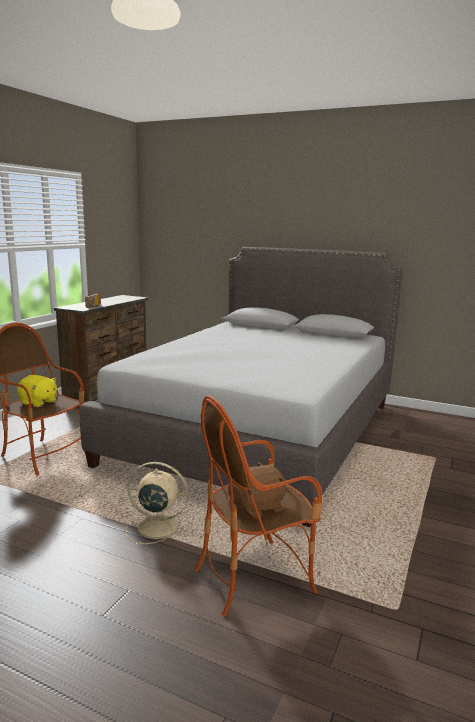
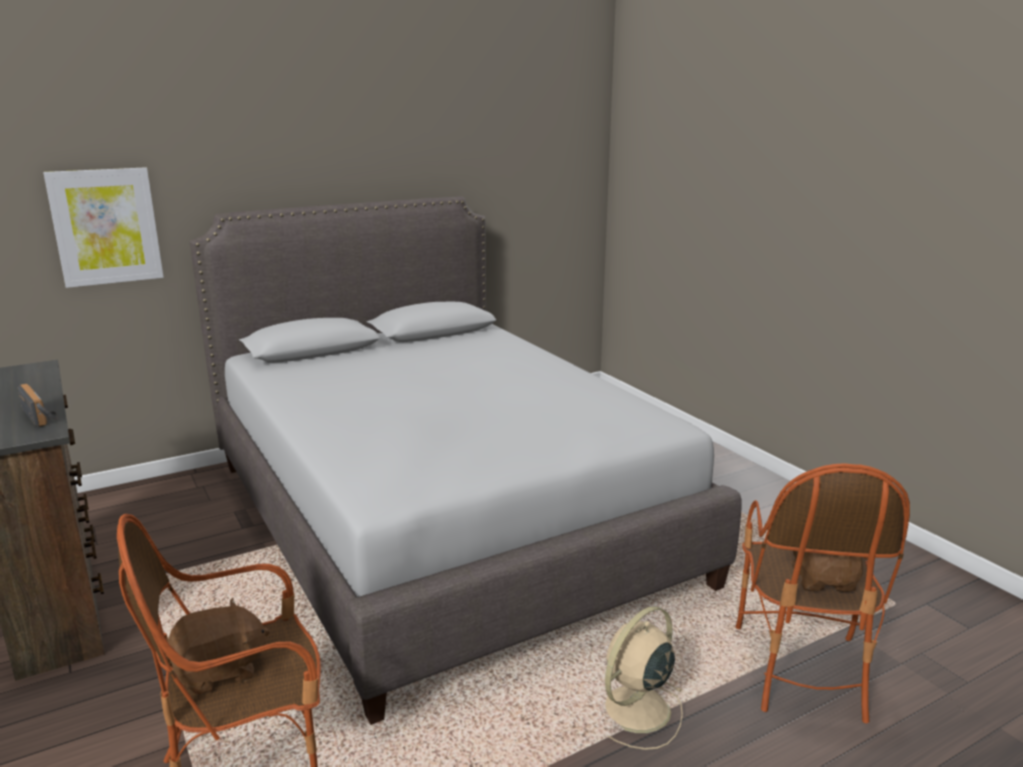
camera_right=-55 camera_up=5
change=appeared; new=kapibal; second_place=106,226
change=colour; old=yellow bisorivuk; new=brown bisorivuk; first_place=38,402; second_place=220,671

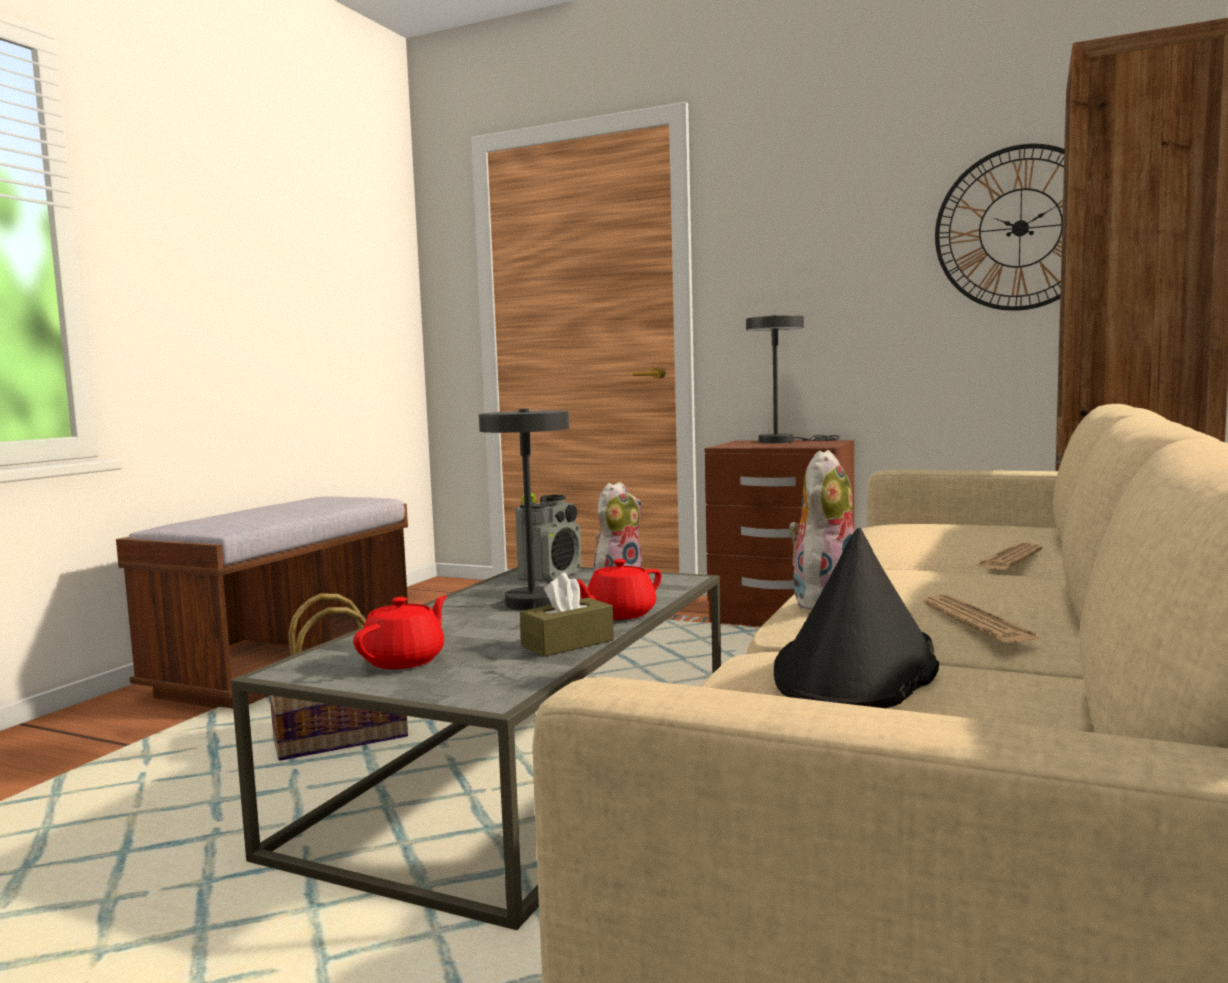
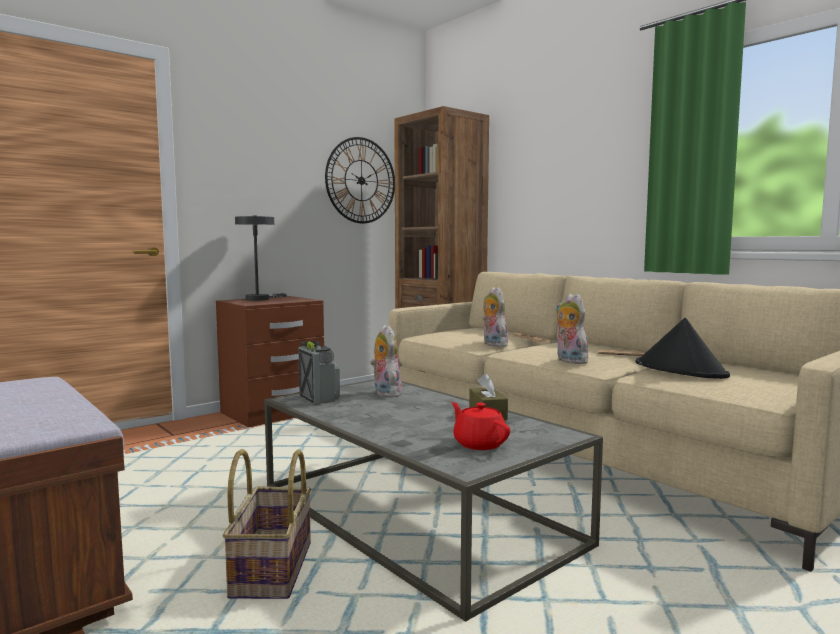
camera_right=-65 camera_up=0
change=missing; old=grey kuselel; first_place=534,606
change=missing; old=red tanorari; first_place=619,614
change=appeared; new=bisorivuk; second_place=493,344

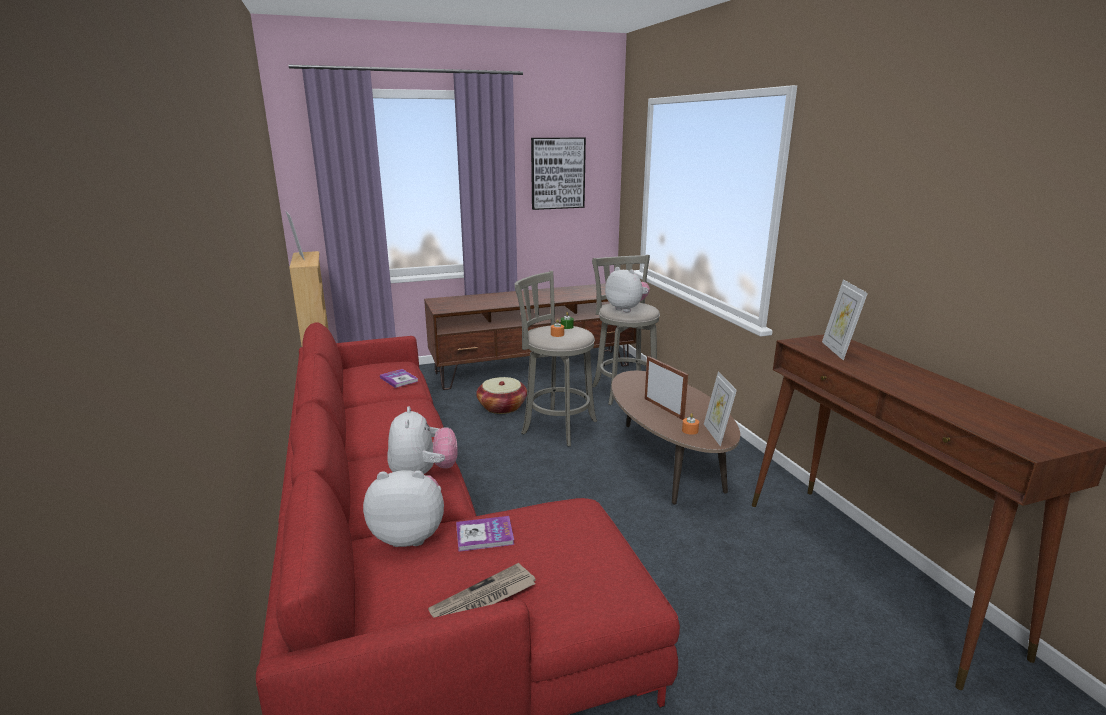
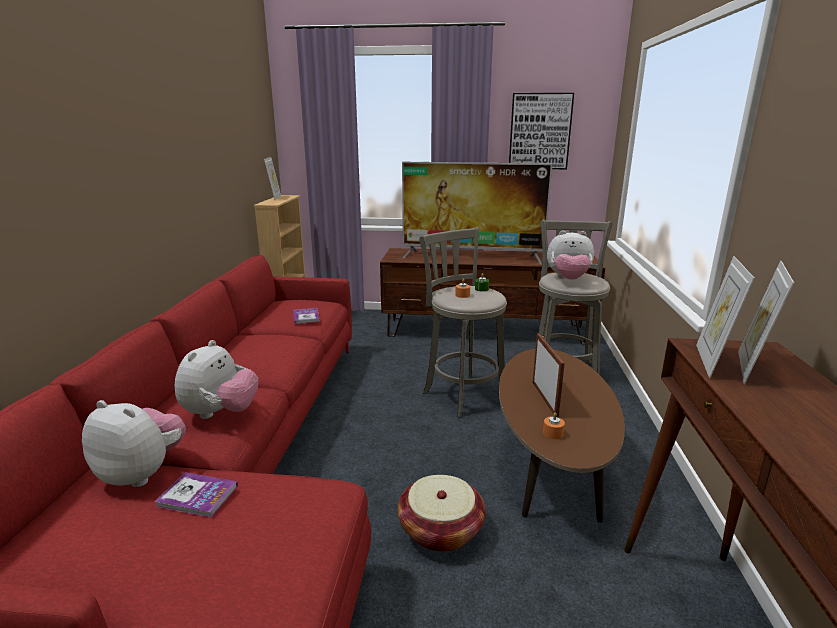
camera_right=25 camera_up=0
change=missing; old=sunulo; first_place=483,599
change=appeared; new=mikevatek; second_place=472,256
change=relocated; old=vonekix; first_place=502,407; second_place=441,530
change=relocated; old=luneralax; first_place=716,434; second_place=711,361
change=spun; old=bisorivuk; first_place=626,309; second_place=568,280; degrees=120

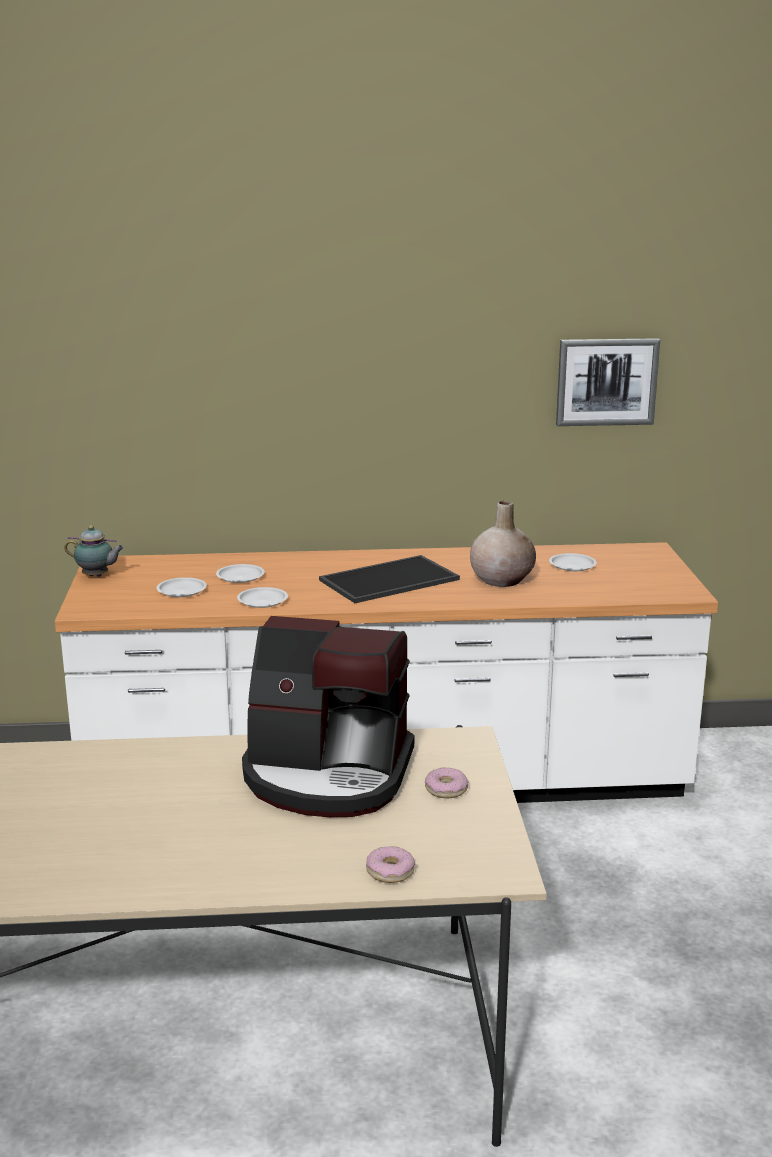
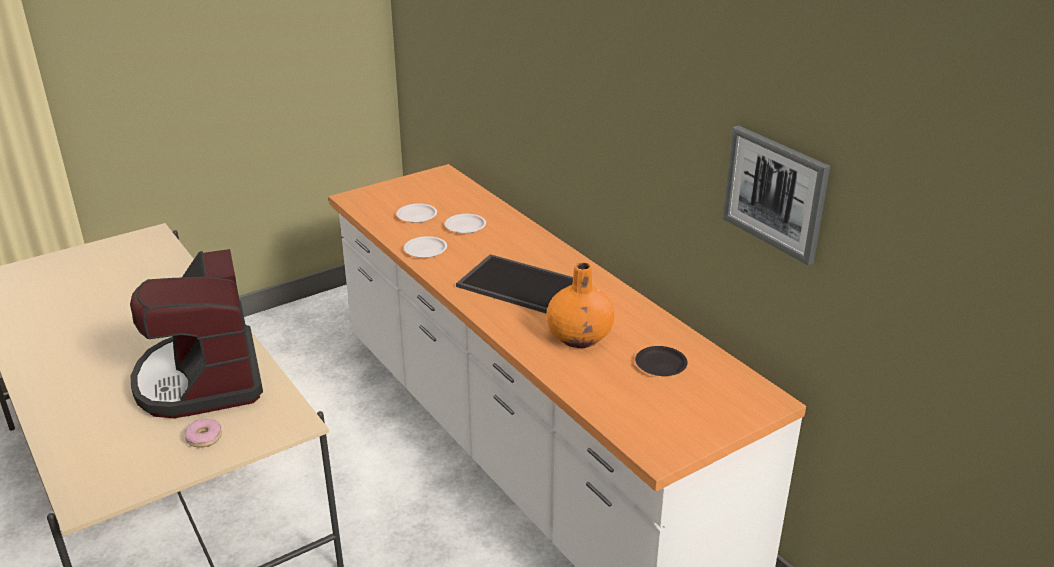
camera_right=60 camera_up=10
change=missing; old=tanorari; first_place=97,576
change=missing; old=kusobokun; first_place=390,871
change=colour; old=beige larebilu; new=orange larebilu; first_place=502,580; second_place=580,337
change=colour; old=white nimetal; new=black nimetal; first_place=572,565; second_place=661,364

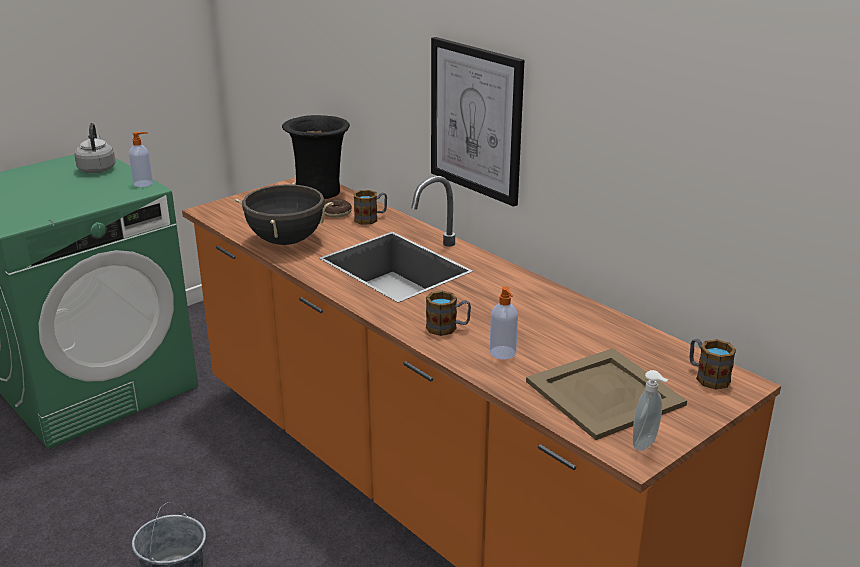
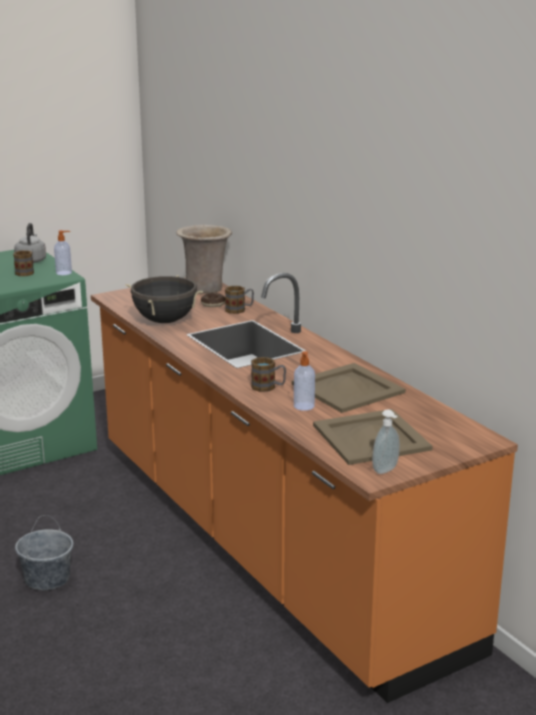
camera_right=10 camera_up=-5
change=missing; old=kapibal; first_place=476,120
change=appeared; new=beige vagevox; second_place=348,388
change=relocated; old=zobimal; first_place=707,376; second_place=23,272
change=colour; old=black larebilu; new=beige larebilu; first_place=319,191; second_place=205,288

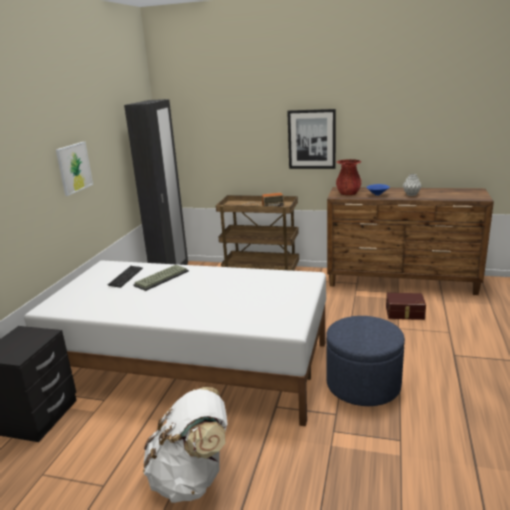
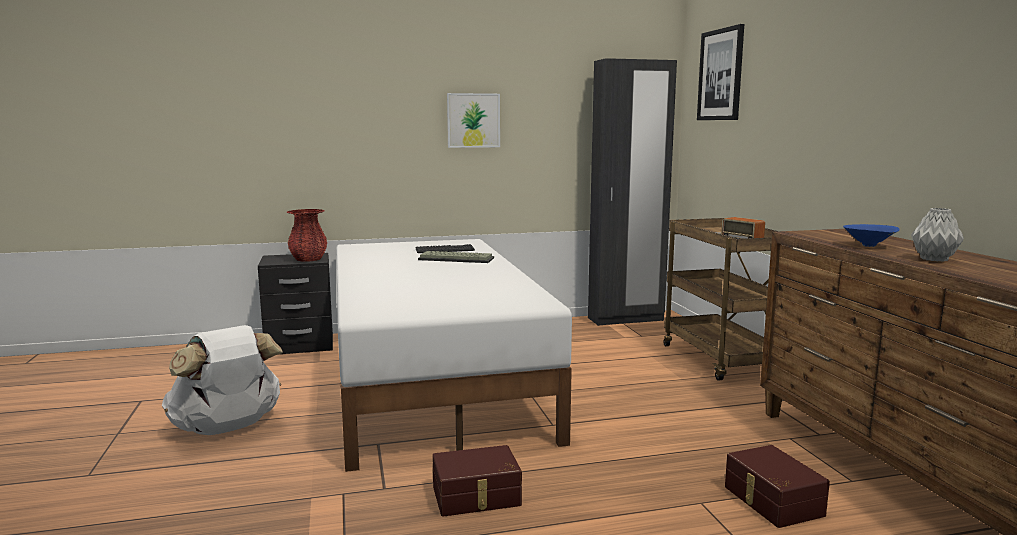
camera_right=60 camera_up=-10
change=relocated; old=kapibal; first_place=311,139; second_place=721,75
change=relocated; old=red larebilu; first_place=348,193; second_place=308,259
change=exchanged; old=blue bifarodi; new=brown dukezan; first_place=363,384; second_place=477,497

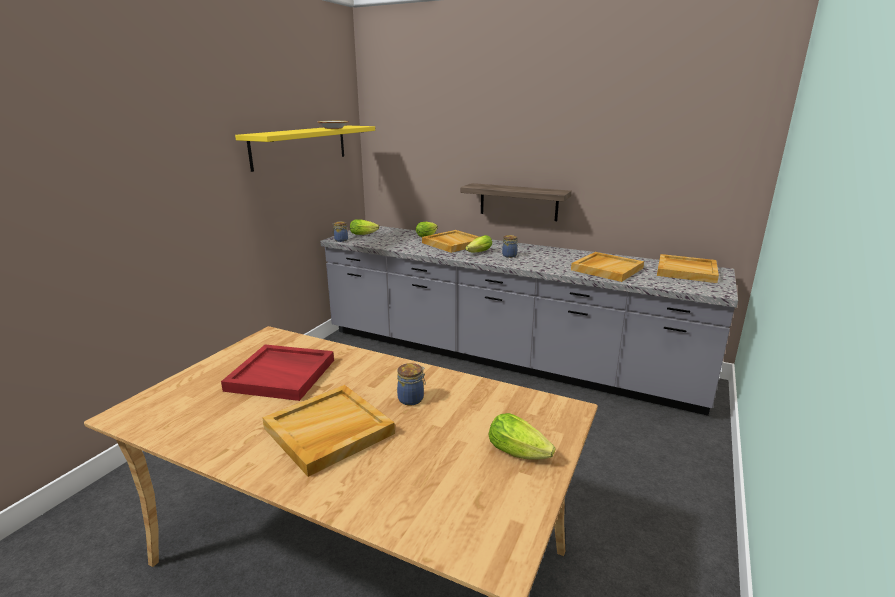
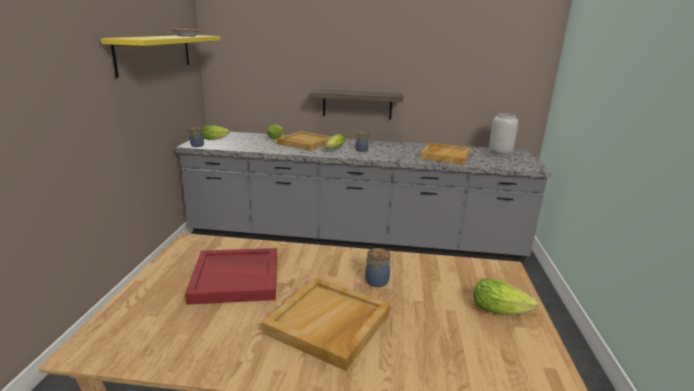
camera_right=-20 camera_up=0
change=exchanged; old=beige vagevox; new=grey larebilu; first_place=687,271; second_place=500,153

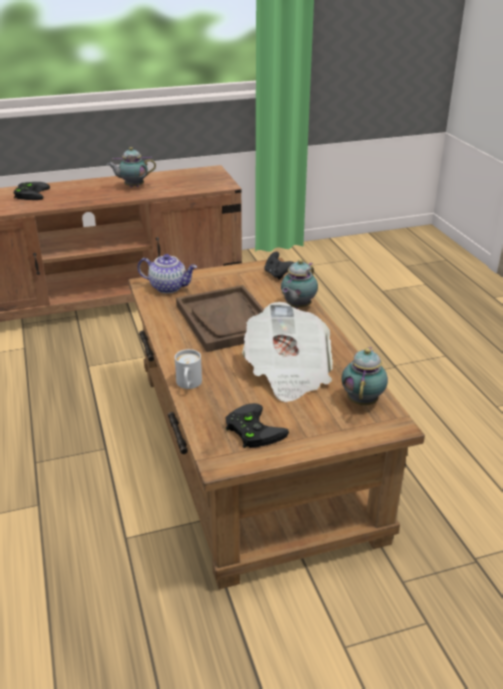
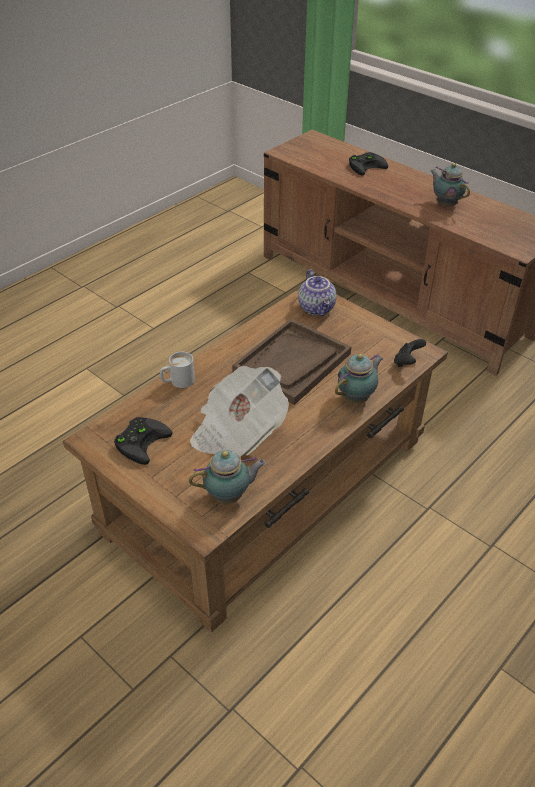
camera_right=60 camera_up=10
change=spun; old=tanorari; first_place=297,307; second_place=357,397; degrees=135

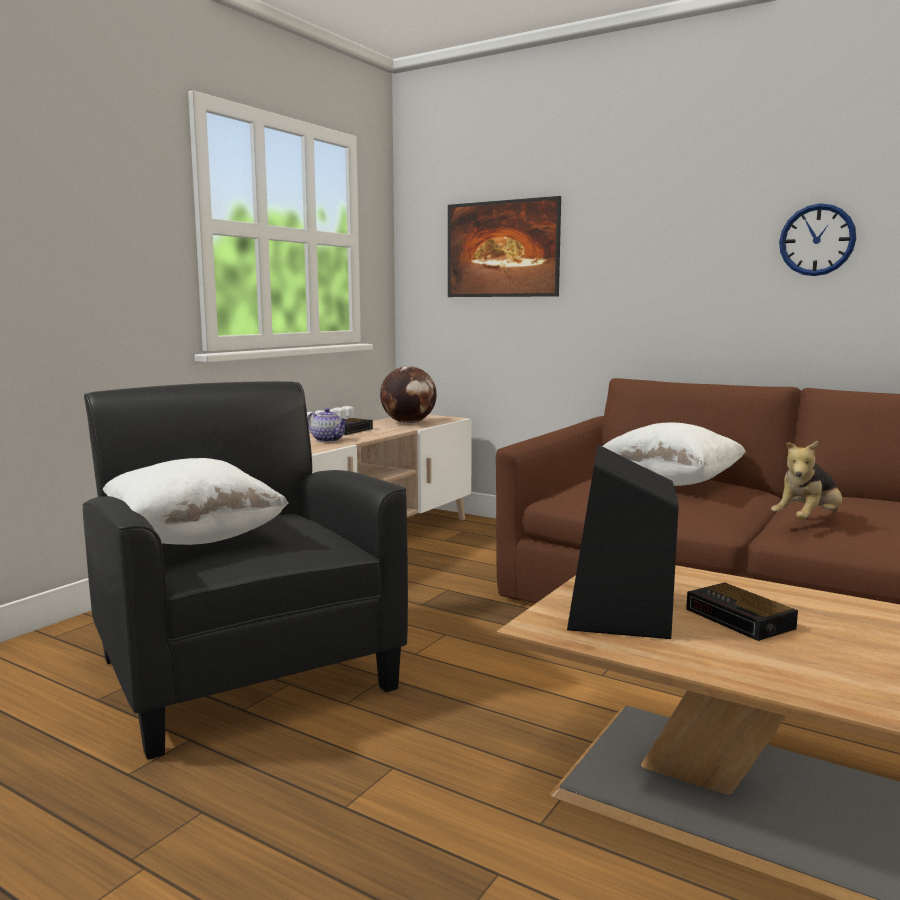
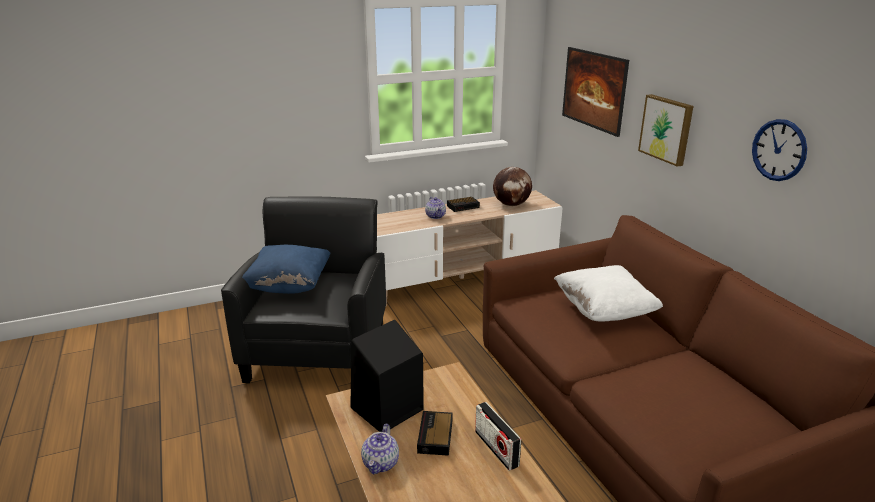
camera_right=35 camera_up=15
change=missing; old=bisorivuk; first_place=808,521
change=appeared; new=tanorari; second_place=381,463
change=appeared; new=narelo; second_place=496,448
change=appeared; new=kapibal; second_place=667,129
change=colour; old=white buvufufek; new=blue buvufufek; first_place=194,539; second_place=289,286

